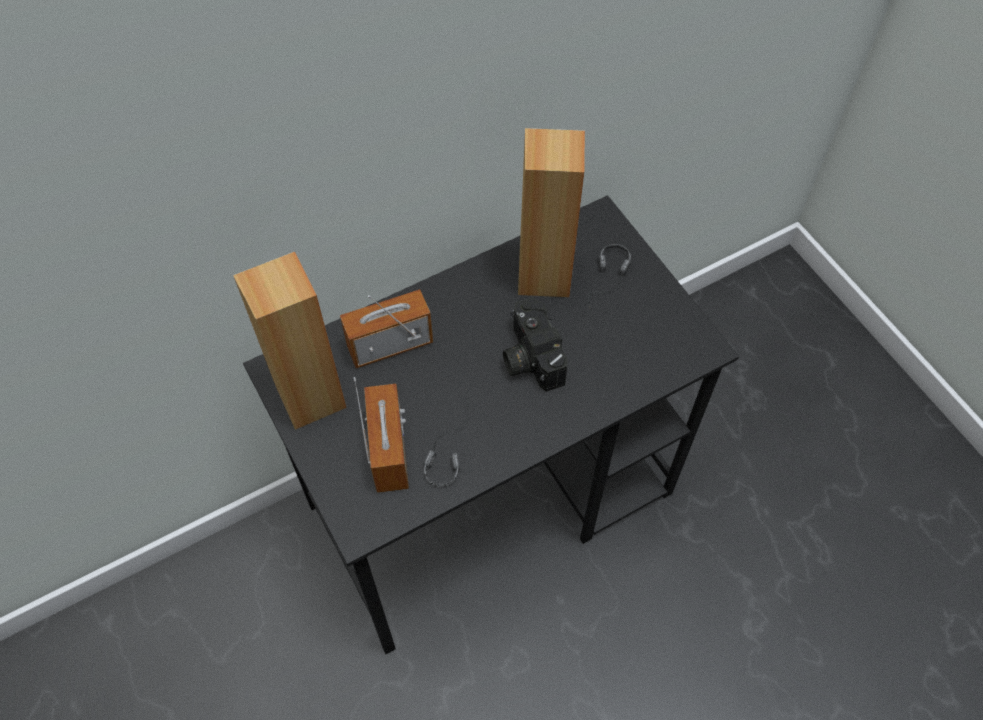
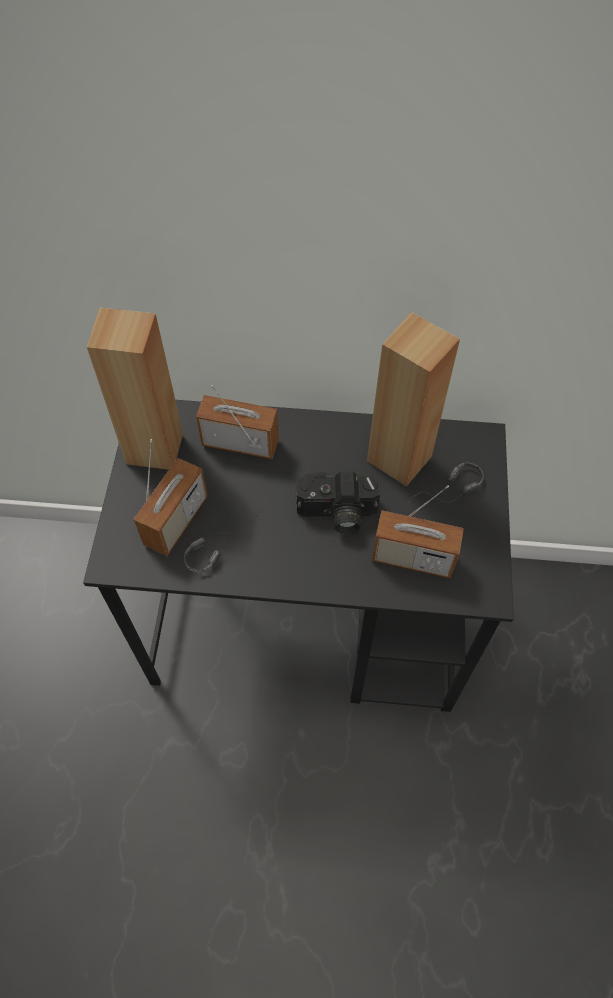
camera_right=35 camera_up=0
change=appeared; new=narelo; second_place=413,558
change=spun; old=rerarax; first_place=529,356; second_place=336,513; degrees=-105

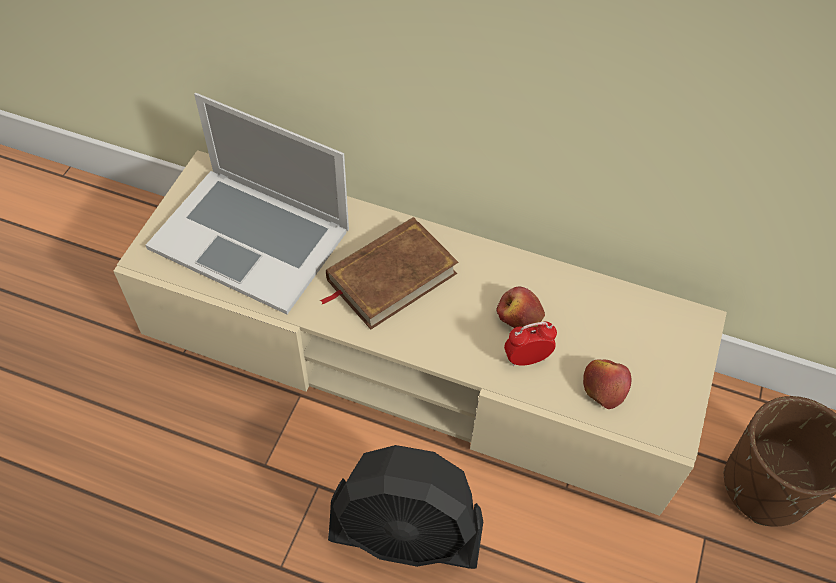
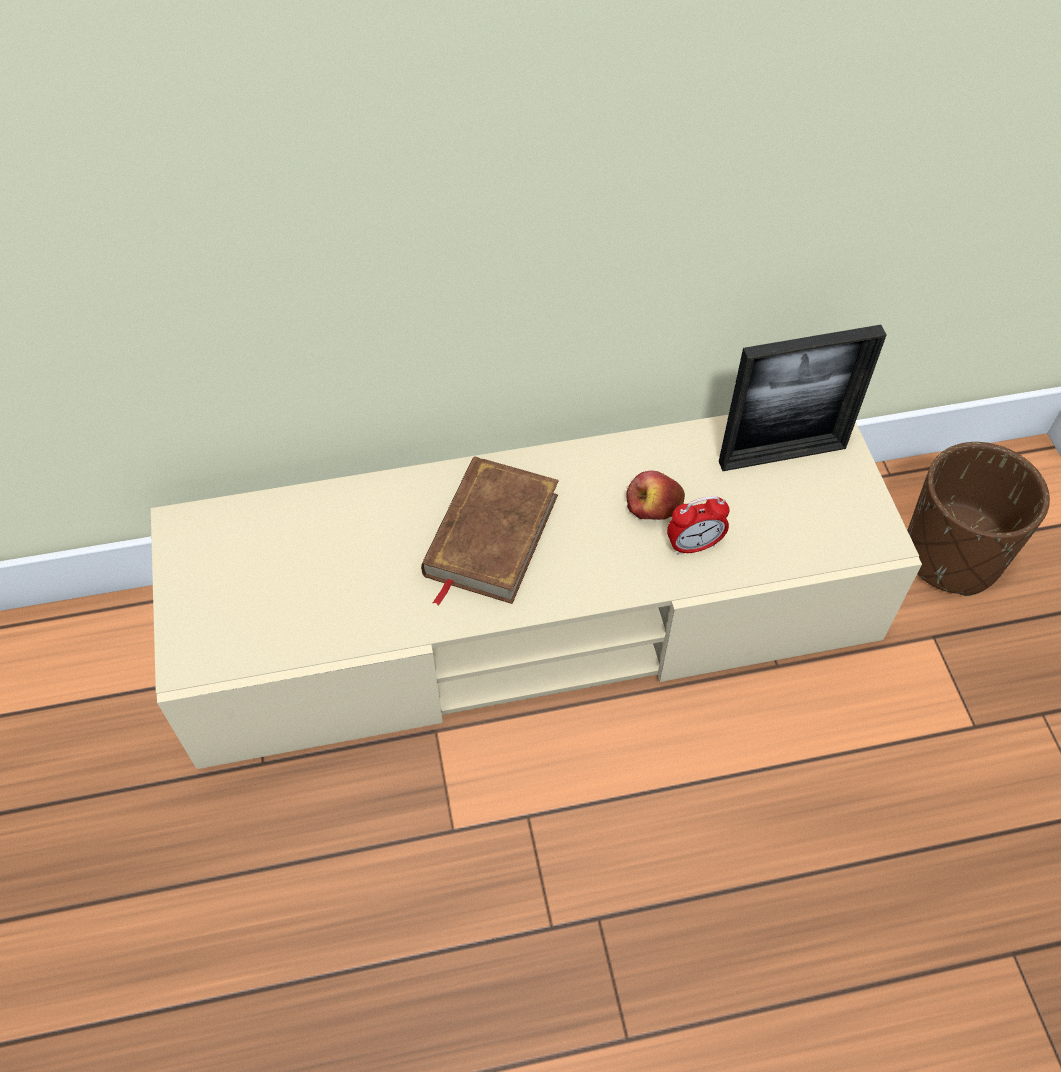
camera_right=-30 camera_up=0
change=missing; old=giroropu; first_place=250,237
change=missing; old=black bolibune; first_place=406,532
change=missing; old=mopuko; first_place=604,386
change=appeared; new=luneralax; second_place=782,455
change=spun; old=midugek; first_place=526,359; second_place=694,545; degrees=-150

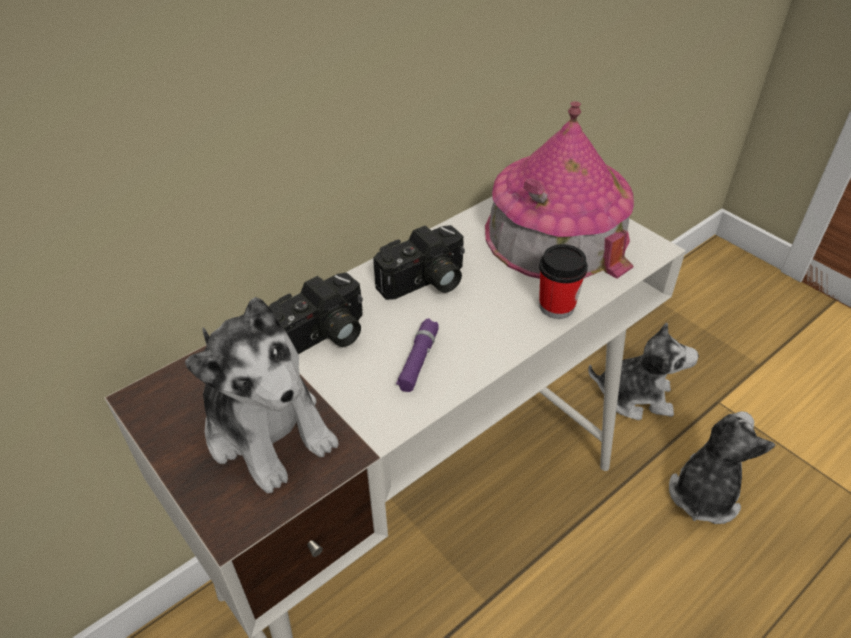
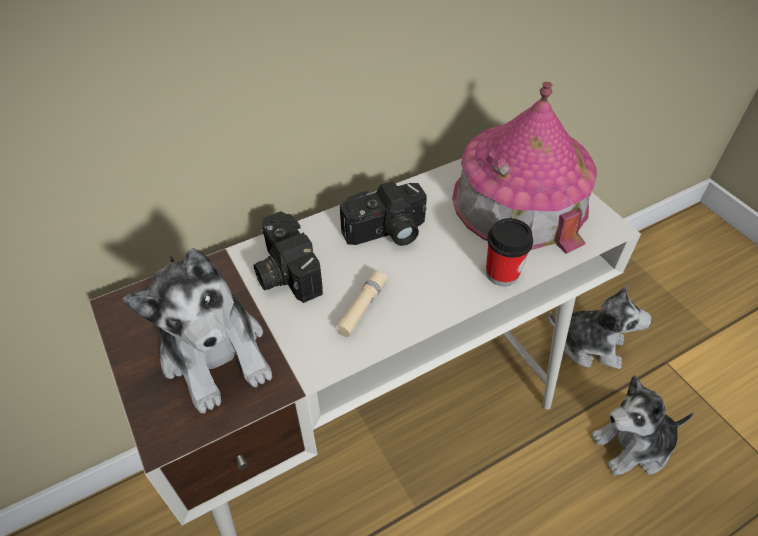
camera_right=10 camera_up=5
change=colour; old=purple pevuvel; new=beige pevuvel; first_place=418,360; second_place=362,307
change=spun; old=rerarax; first_place=323,337; second_place=284,272; degrees=90
change=spun; old=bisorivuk; first_place=704,493; second_place=633,445; degrees=-150

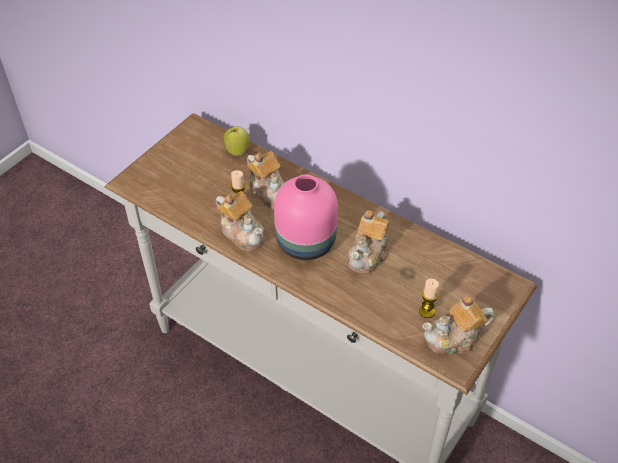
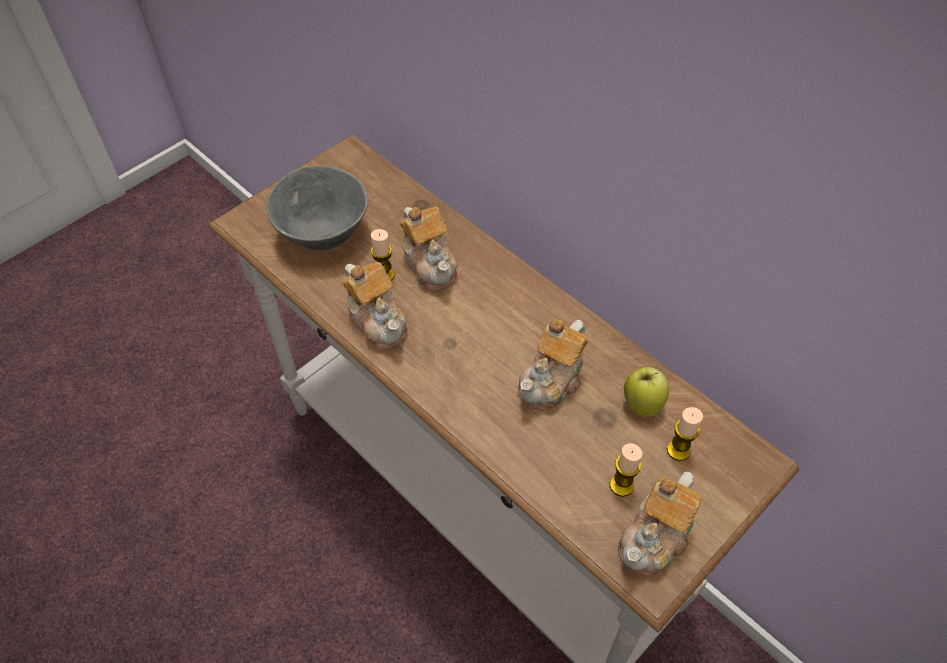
camera_right=10 camera_up=5
change=missing; old=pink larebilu; first_place=306,244
change=appeared; new=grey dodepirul; second_place=321,234
change=appeared; new=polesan; second_place=678,450
change=relocated; old=mopuko; first_place=237,151; second_place=642,404
change=spun; old=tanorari; first_place=454,339; second_place=655,537; degrees=-45

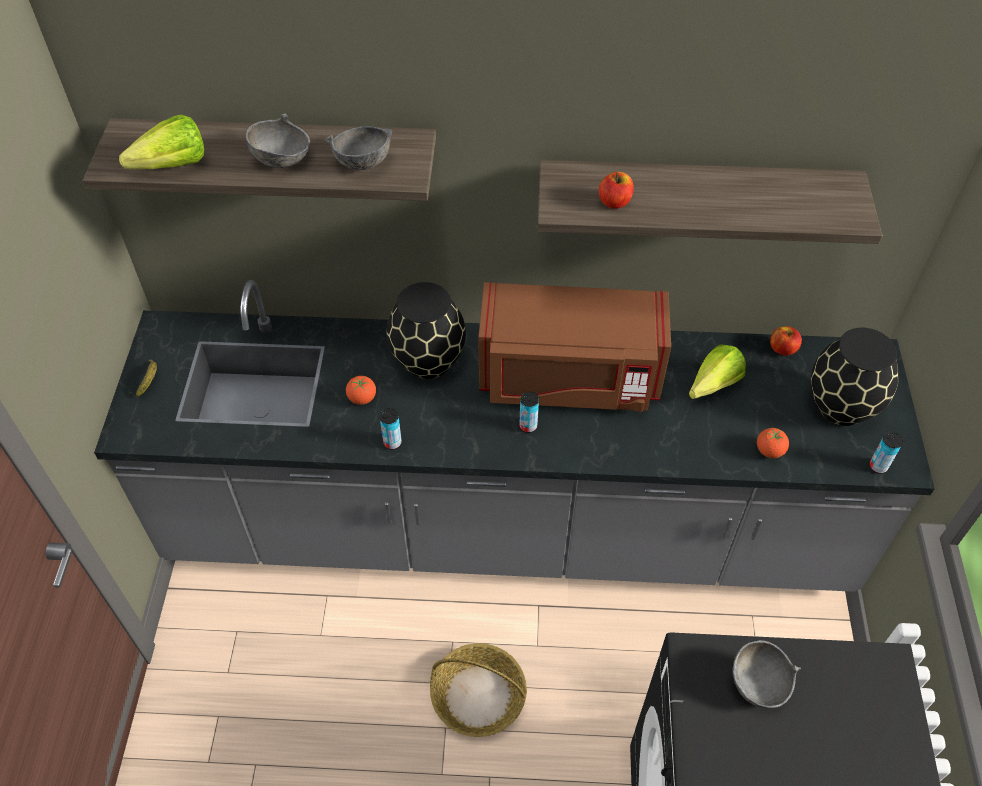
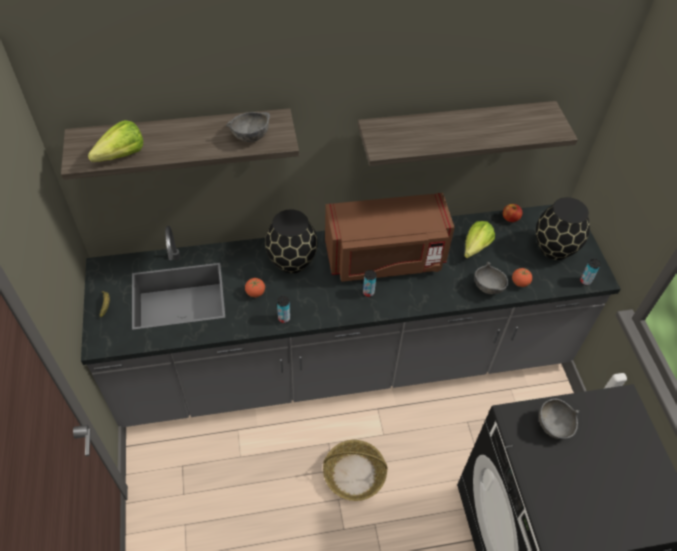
camera_right=-15 camera_up=0
change=missing; old=mopuko; first_place=614,202
change=relocated; old=grey dodepirul; first_place=282,159; second_place=489,287

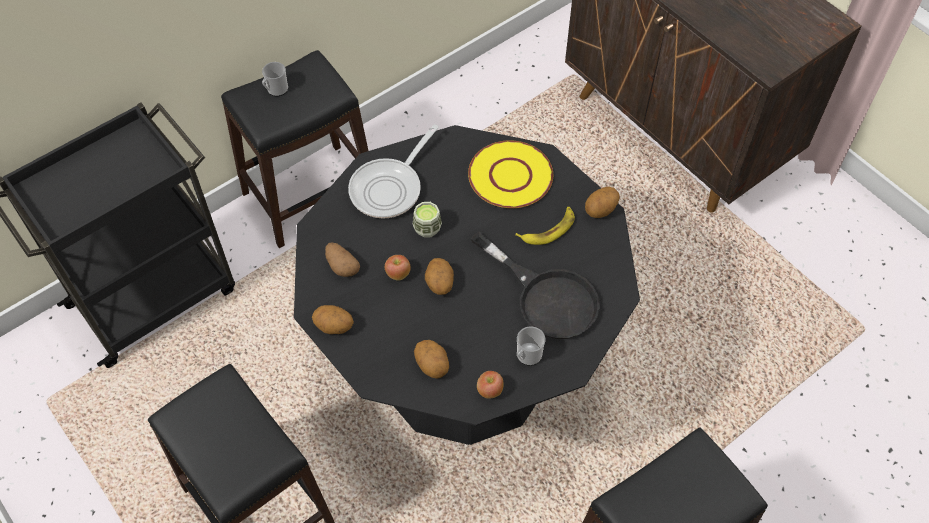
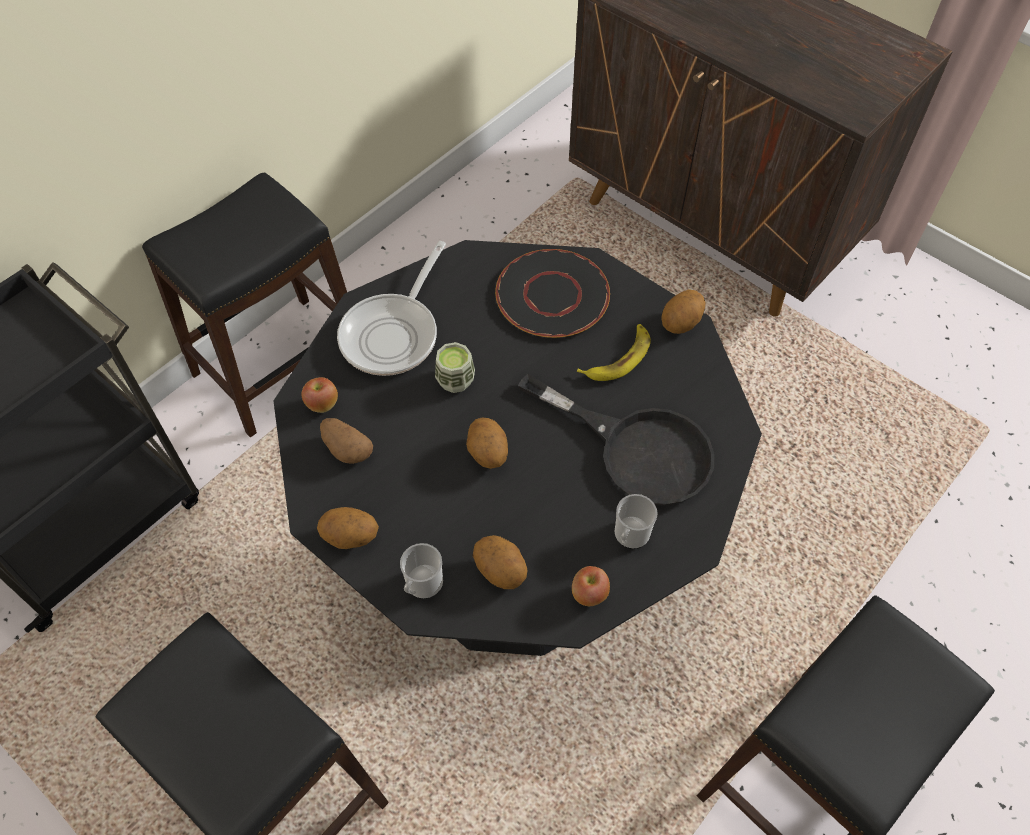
camera_right=-10 camera_up=0
change=relocated; old=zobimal; first_place=276,90; second_place=422,585
change=relocated; old=mopuko; first_place=398,274; second_place=322,404
change=colour; old=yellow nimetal; new=black nimetal; first_place=510,175; second_place=552,295

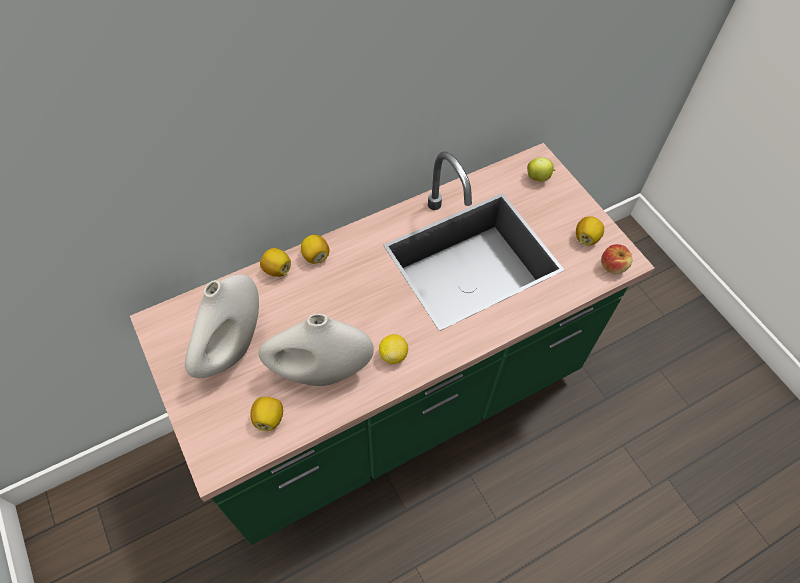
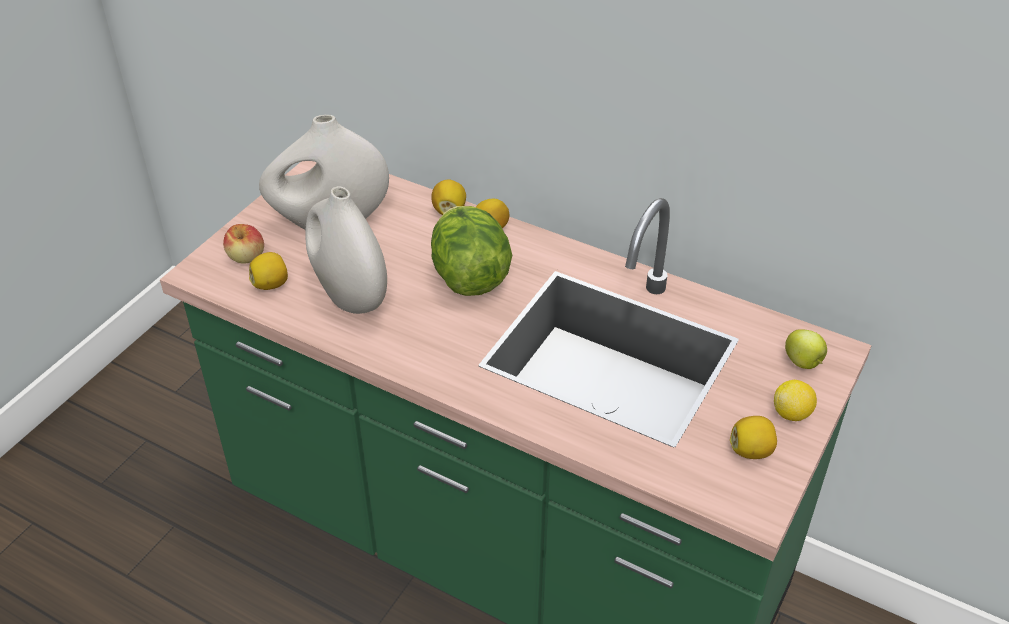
camera_right=60 camera_up=-15
change=appeared; new=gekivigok; second_place=469,276
change=relocated; old=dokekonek; first_place=393,355; second_place=791,413
change=relocated; old=mopuko; first_place=613,266; second_place=246,257

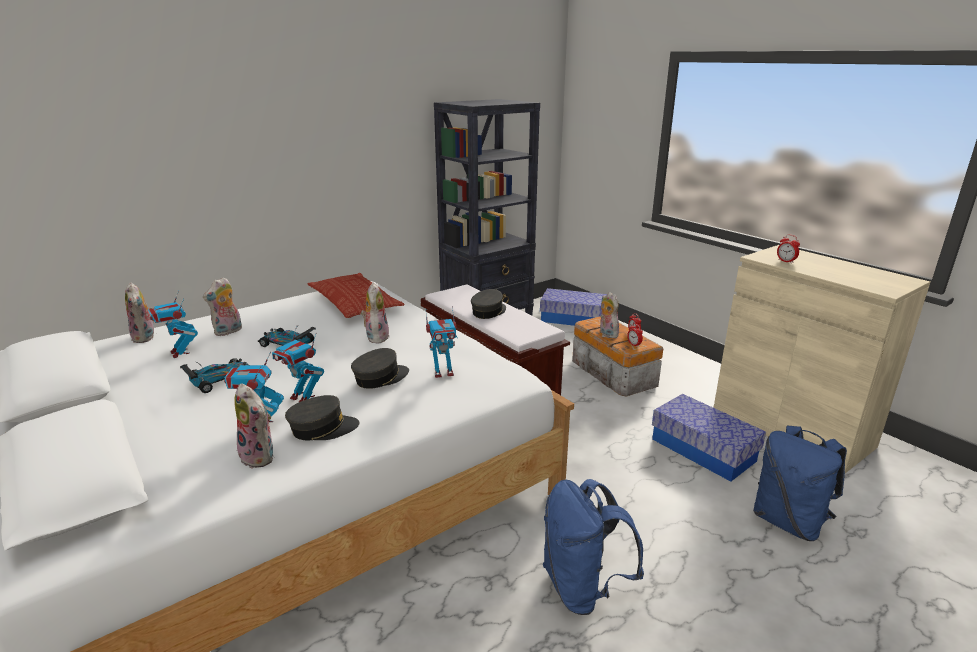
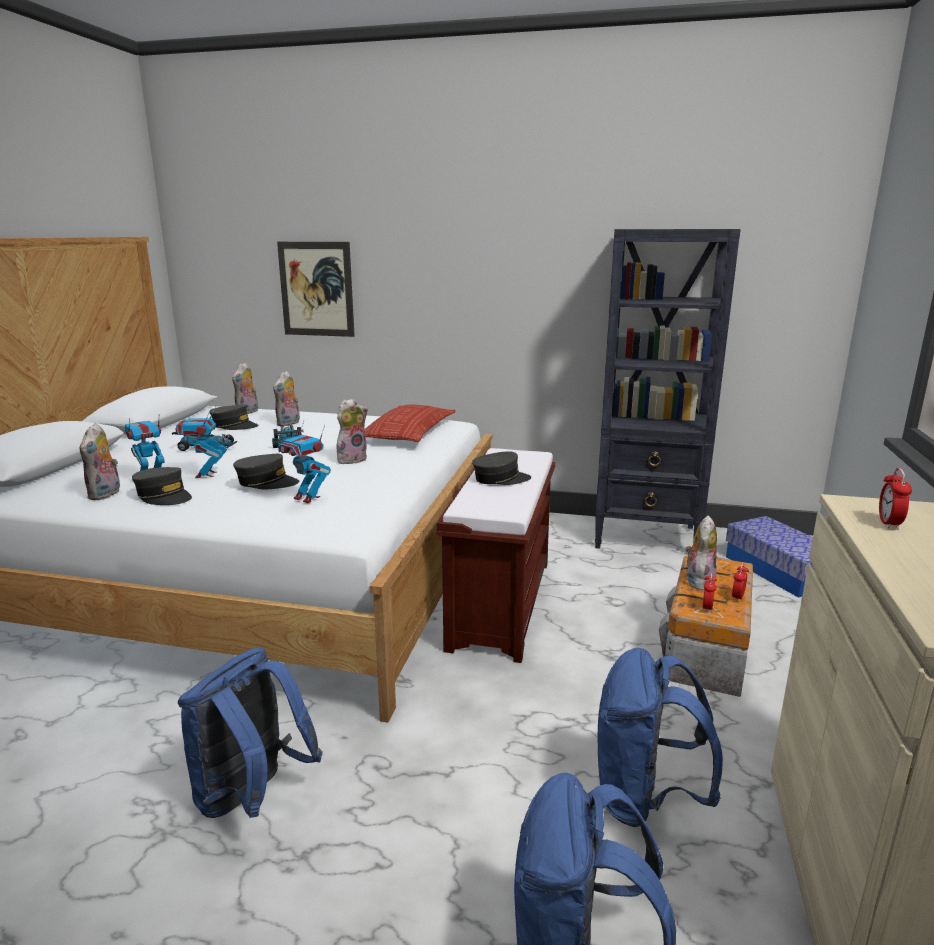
camera_right=50 camera_up=-5
change=appeared; new=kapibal; second_place=316,289
change=exchanged; old=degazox; new=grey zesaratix; first_place=180,353; second_place=234,425
change=exchanged; old=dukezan; new=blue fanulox; first_place=703,450; second_place=645,798
change=spun; old=bisorivuk; first_place=228,331; second_place=289,423; degrees=-60

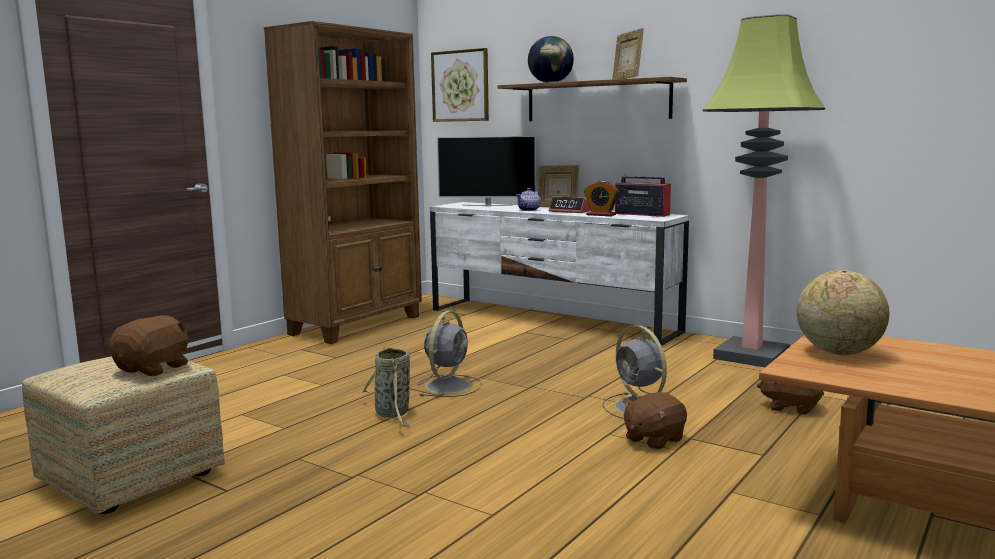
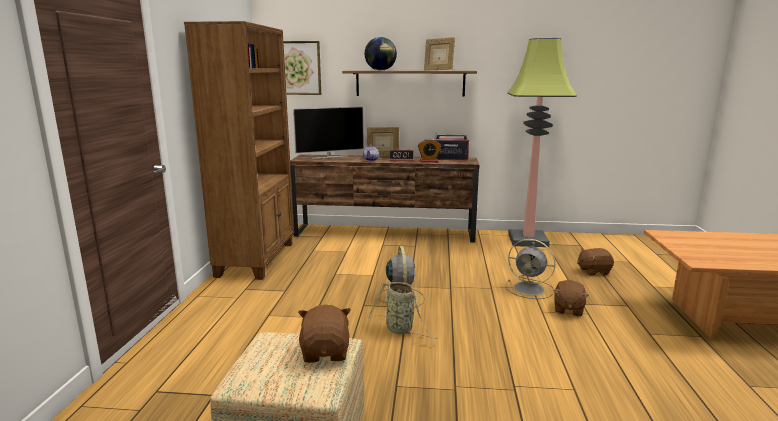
camera_right=-30 camera_up=5
change=missing; old=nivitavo; first_place=838,352
change=colour; old=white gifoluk; new=brown gifoluk; first_place=551,321; second_place=385,233

